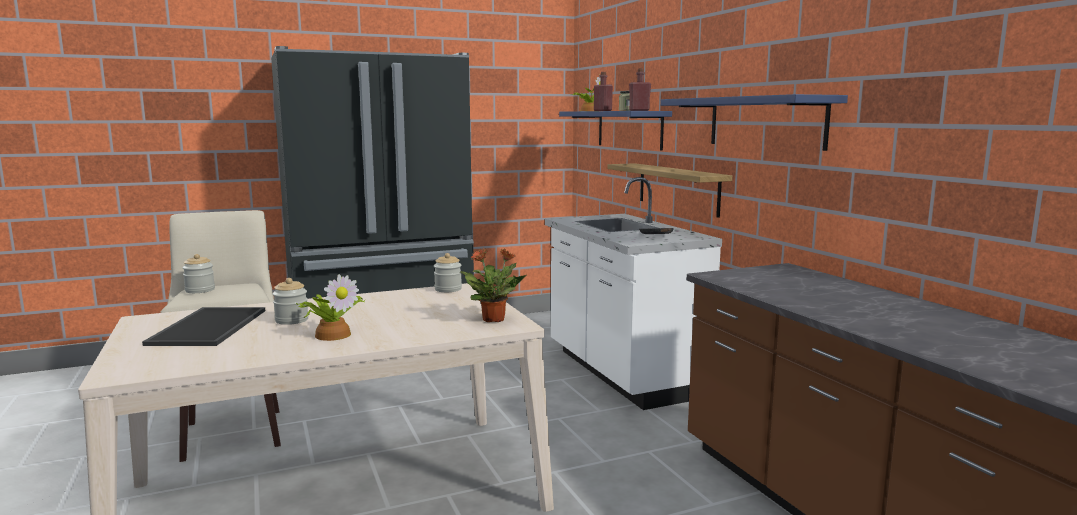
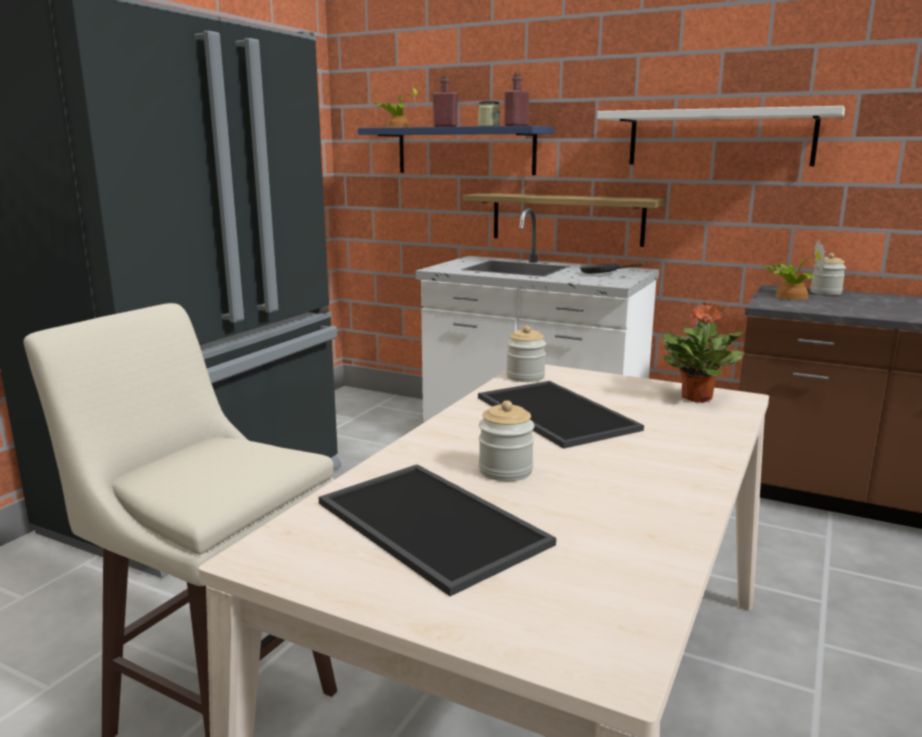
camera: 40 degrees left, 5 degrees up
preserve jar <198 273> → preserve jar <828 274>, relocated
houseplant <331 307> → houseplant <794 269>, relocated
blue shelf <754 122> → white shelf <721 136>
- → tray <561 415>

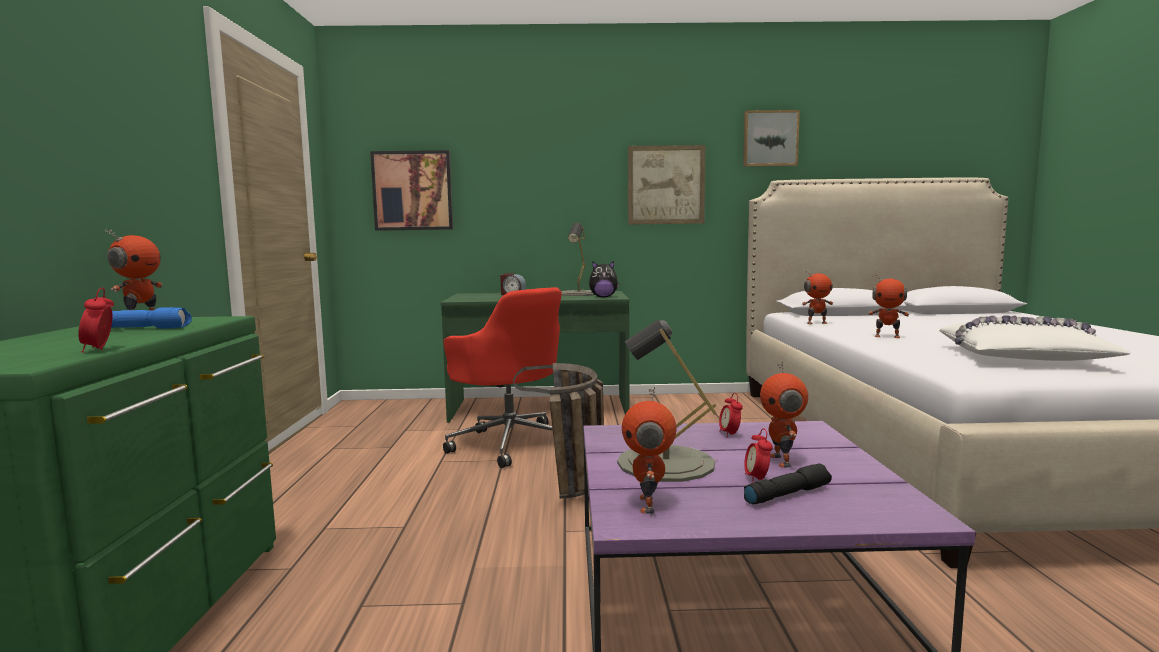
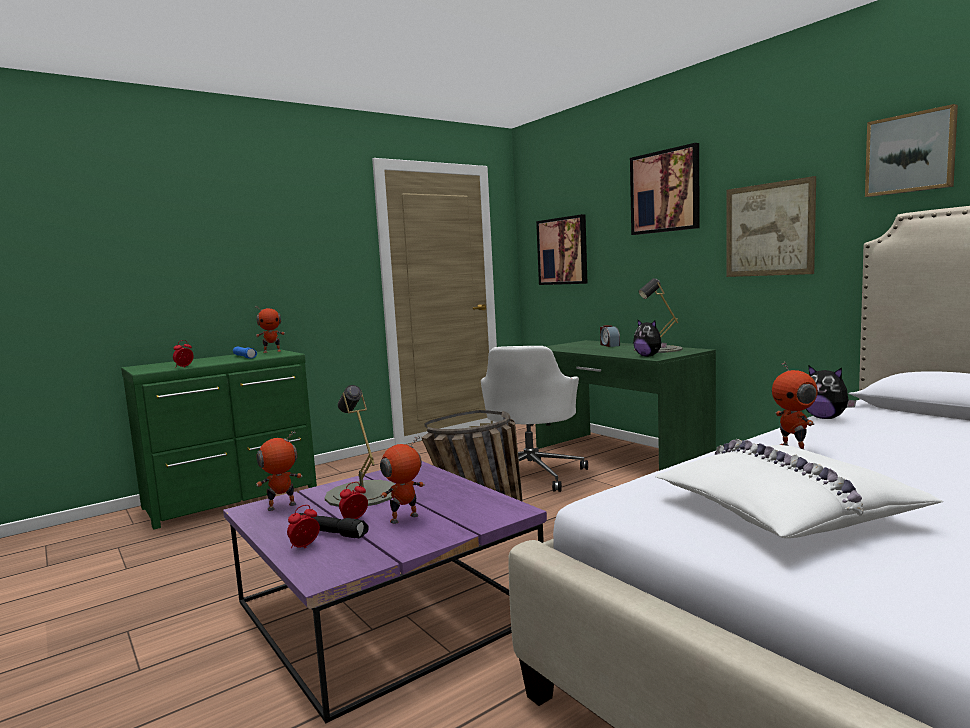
camera: 55 degrees right, 0 degrees up
red computer chair <502 378> → white computer chair <534 419>
alarm clock <731 415> → alarm clock <303 526>, relocated
robot figure <817 297> → plush toy <831 392>
- → wall picture <665 189>

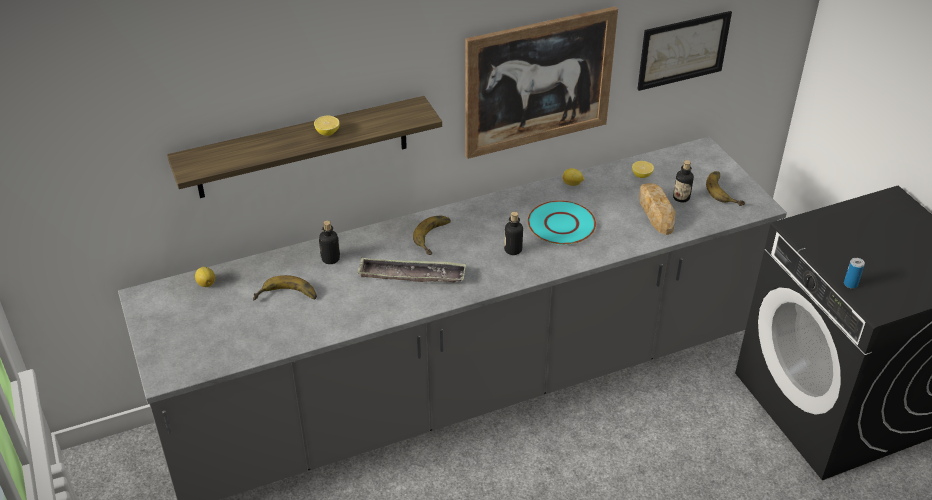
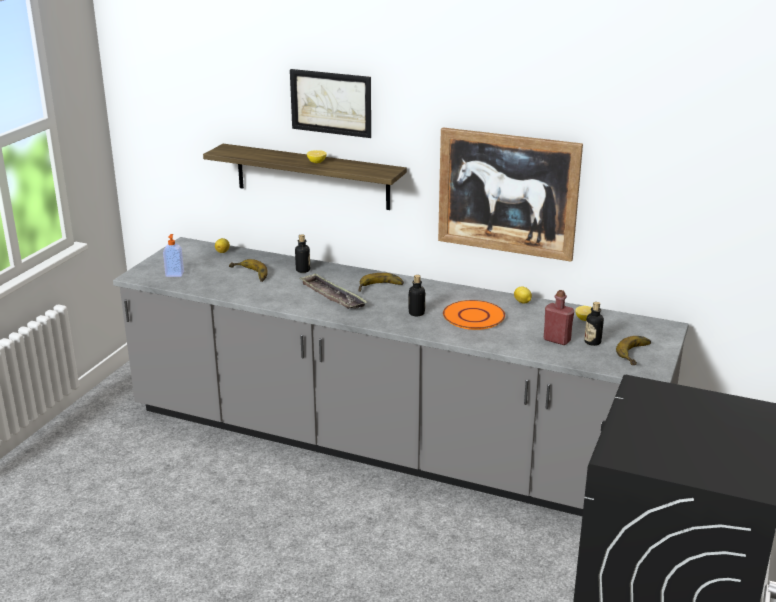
camera: 45 degrees right, 15 degrees down
turquoise-coloured plate <562 222> → orange plate <474 315>
wall picture <684 51> → wall picture <330 103>, relocated
bakery bread <657 209> → red drink bottle <559 317>
sealed can <854 273> → -
- → soap bottle <173 255>

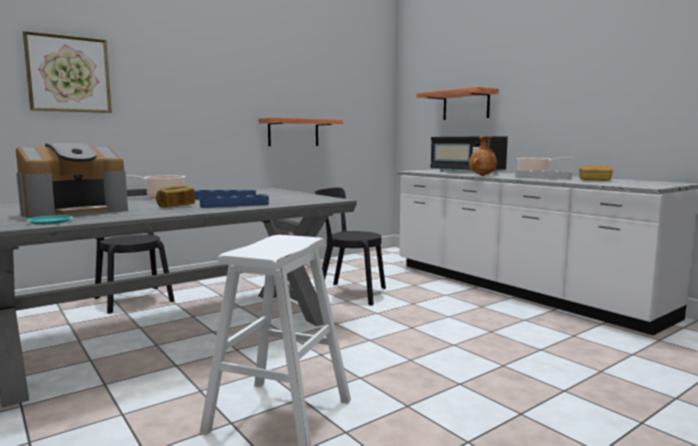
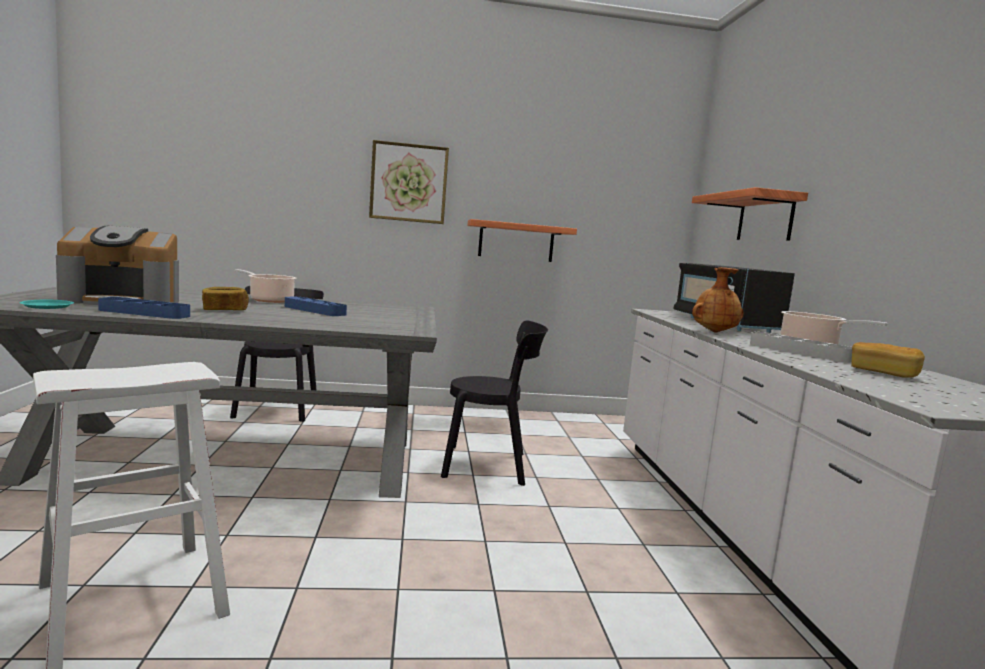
camera: 30 degrees right, 0 degrees up
wall picture <67 72> → wall picture <409 182>, relocated
blue tray <234 201> → blue tray <144 308>, relocated
blackish chair <350 246> → blackish chair <494 403>, 135 degrees clockwise

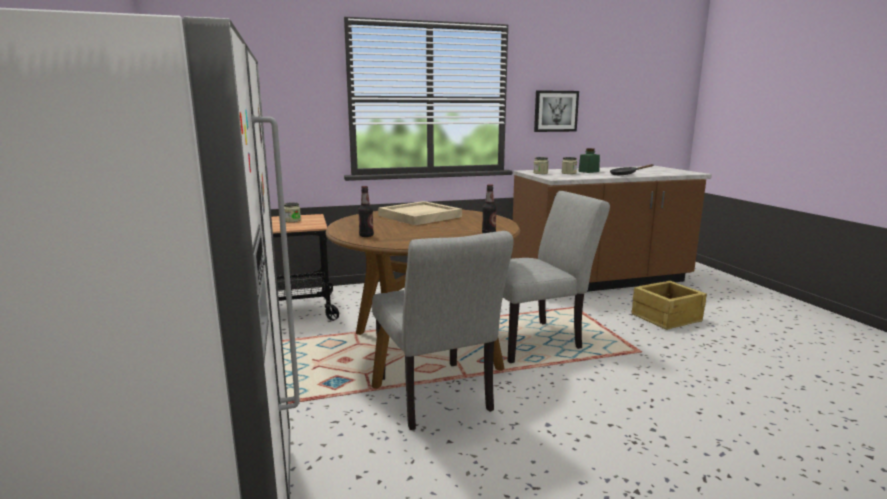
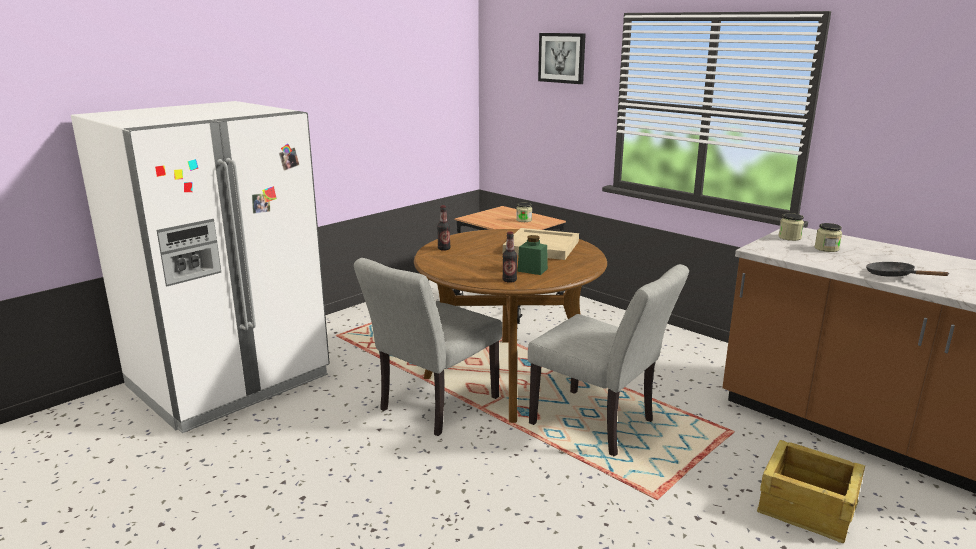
camera: 60 degrees right, 5 degrees up
wall picture <556 111> → wall picture <562 58>, relocated
green-coloured preserve jar <589 160> → green-coloured preserve jar <532 255>, relocated

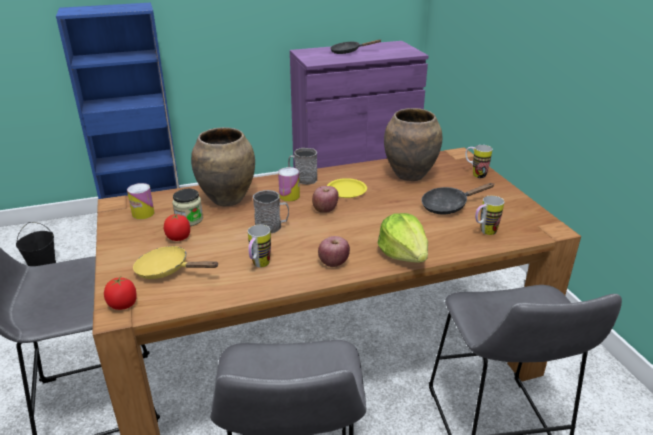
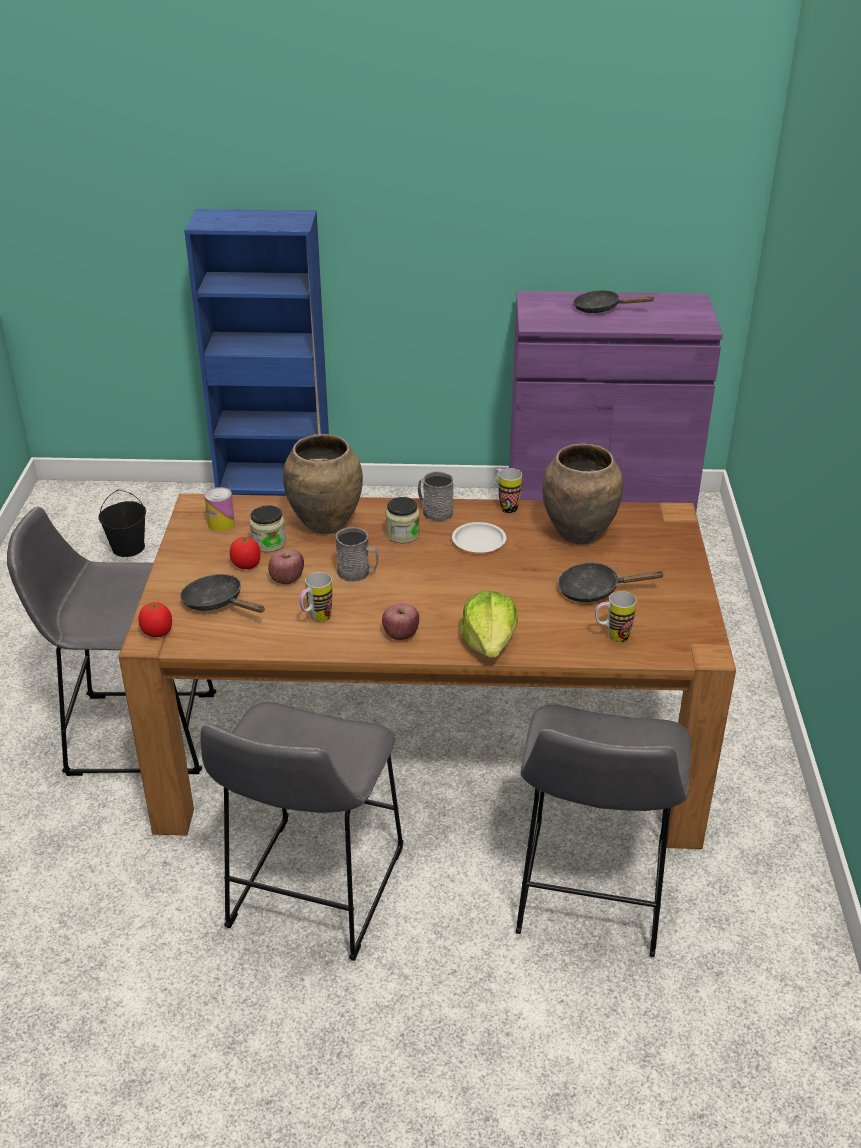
camera: 20 degrees right, 5 degrees up
yellow-coloured pan <176 262> → blackish pan <222 593>
sealed can <289 184> → preserve jar <403 520>
apple <325 199> → apple <286 566>, relocated
yellow-coloured plate <347 188> → white plate <479 537>
mug <479 161> → mug <508 490>, relocated

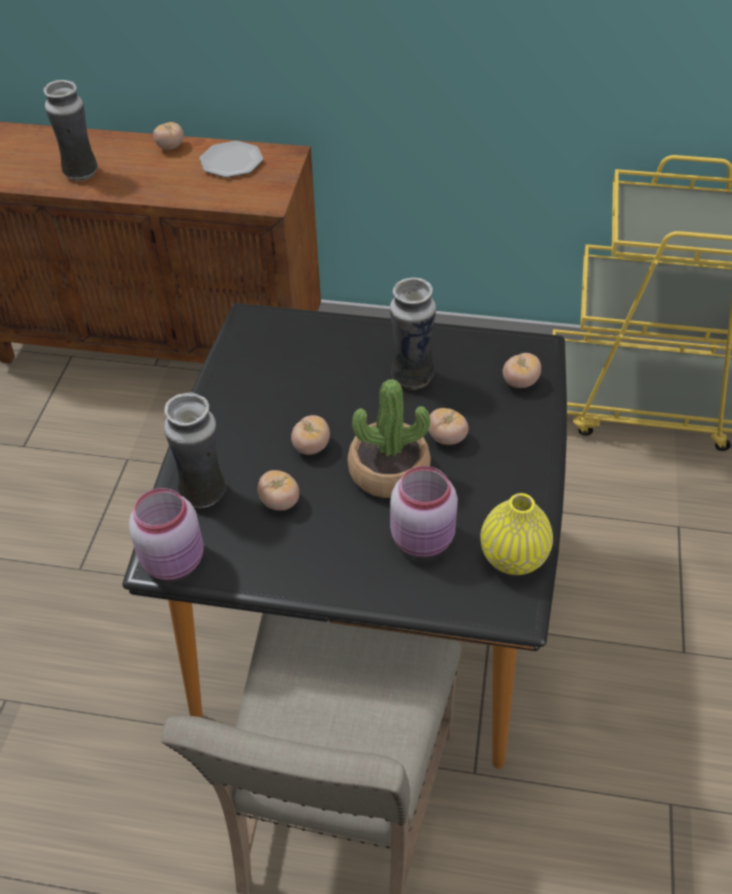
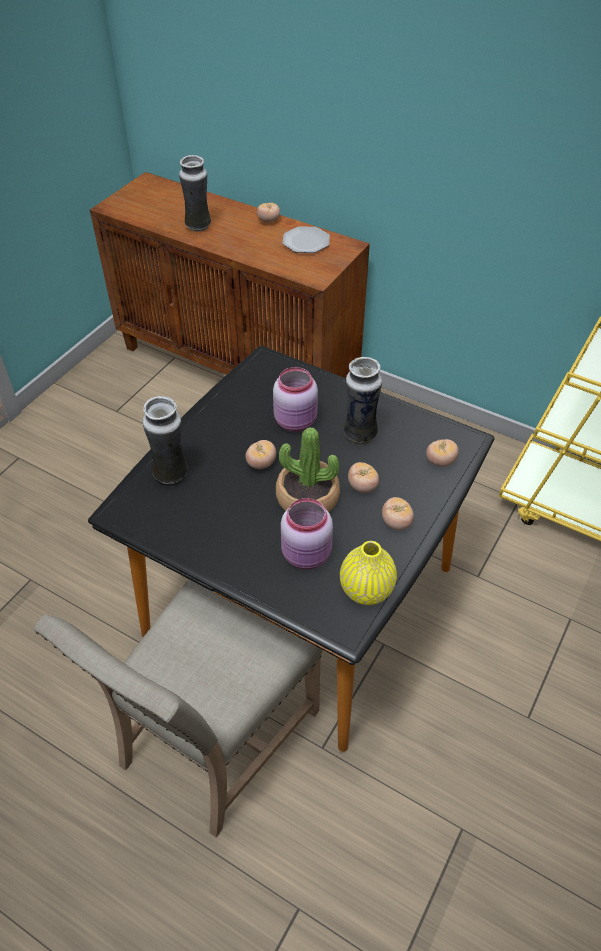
camera: 20 degrees right, 0 degrees up
pinkish preserve jar <166 534> → pinkish preserve jar <295 399>, relocated
tomato <278 490> → tomato <398 513>, relocated

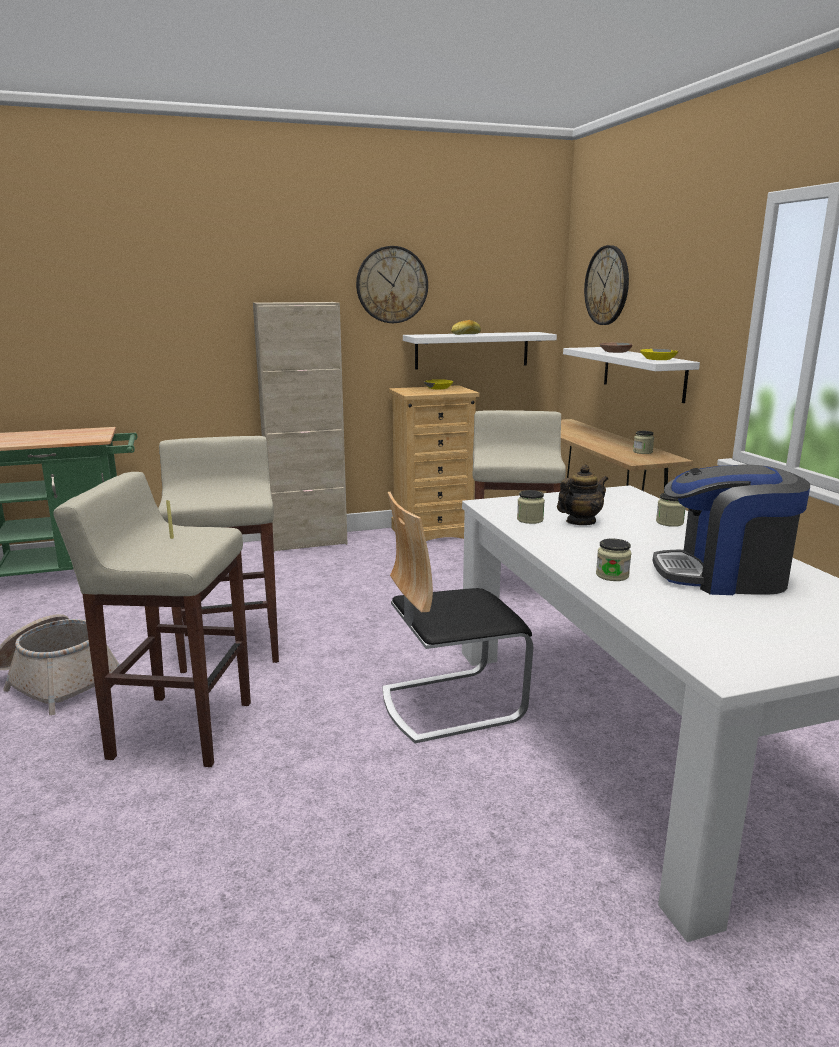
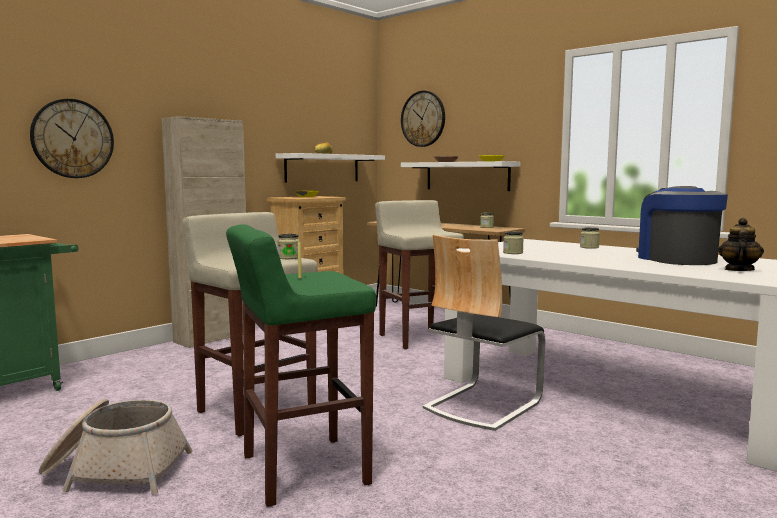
camera: 30 degrees left, 10 degrees down
beige-coloured stool <152 619> → green-coloured stool <301 365>
clock on the wall <392 284> → clock on the wall <72 138>, relocated
teapot <582 495> → teapot <741 244>, relocated
preserve jar <613 559> → preserve jar <289 246>, relocated
coffee brewer <731 529> → coffee brewer <682 225>, 105 degrees clockwise

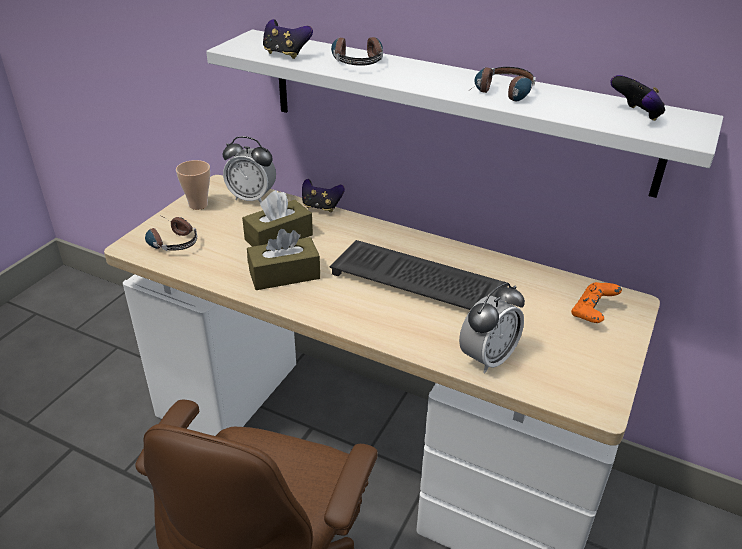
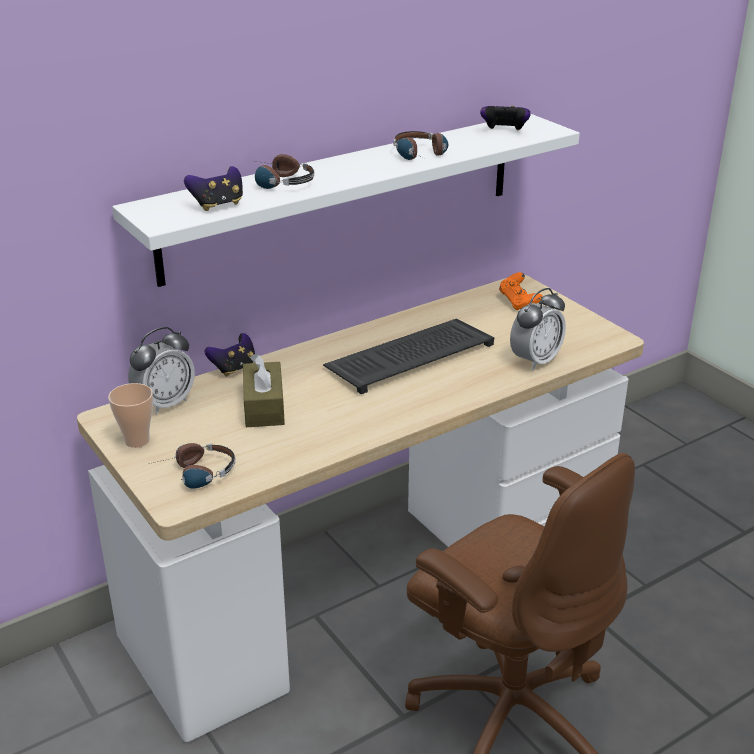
camera: 60 degrees left, 5 degrees down
brown box of tissues <283 259> → -
alarm clock <492 327> → alarm clock <538 329>, 60 degrees clockwise

